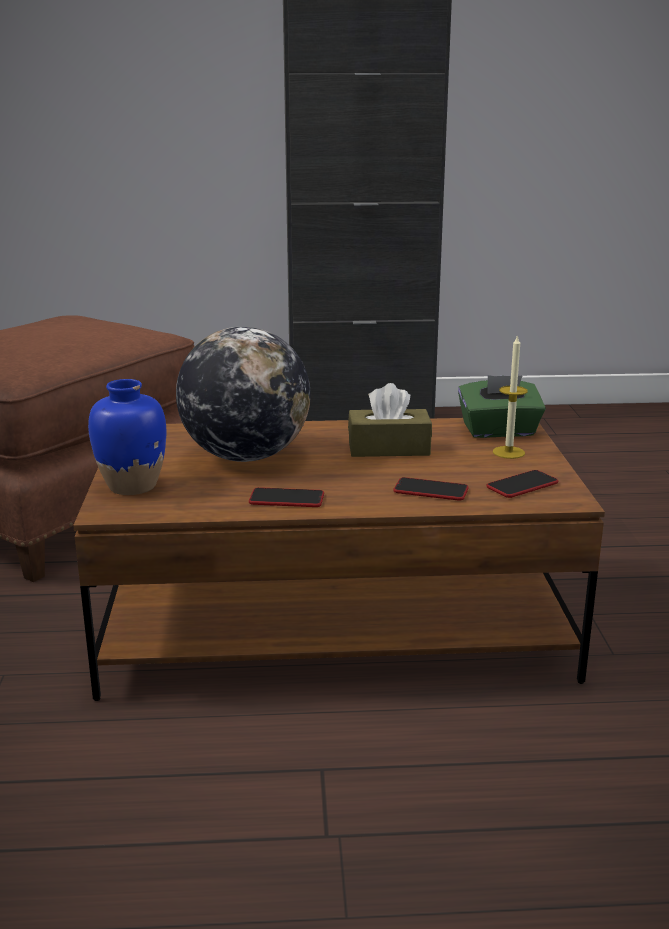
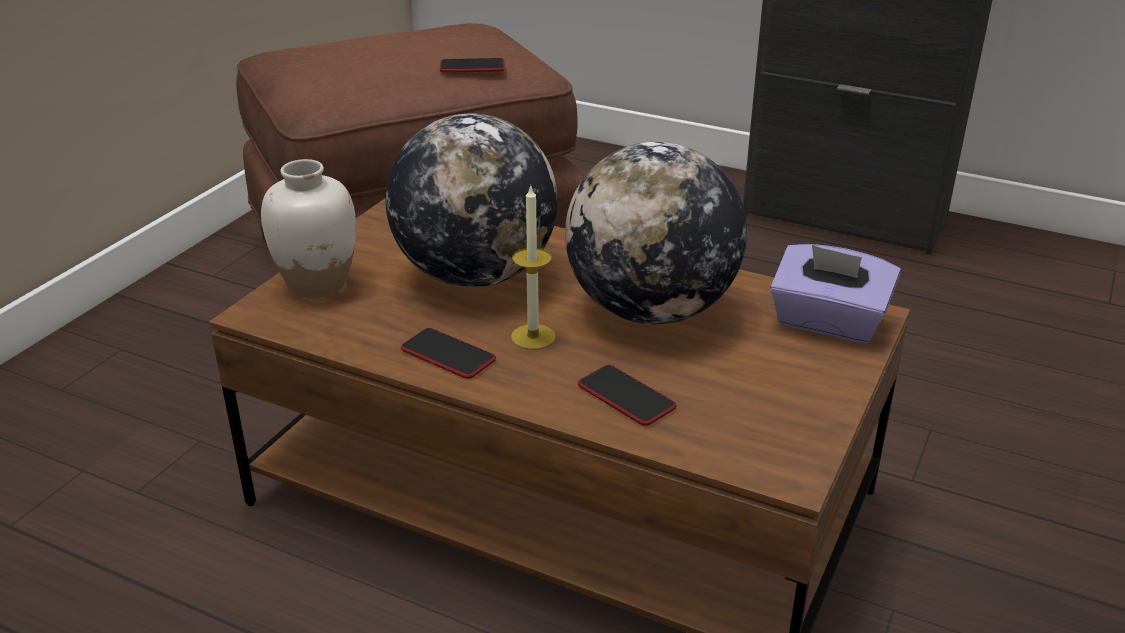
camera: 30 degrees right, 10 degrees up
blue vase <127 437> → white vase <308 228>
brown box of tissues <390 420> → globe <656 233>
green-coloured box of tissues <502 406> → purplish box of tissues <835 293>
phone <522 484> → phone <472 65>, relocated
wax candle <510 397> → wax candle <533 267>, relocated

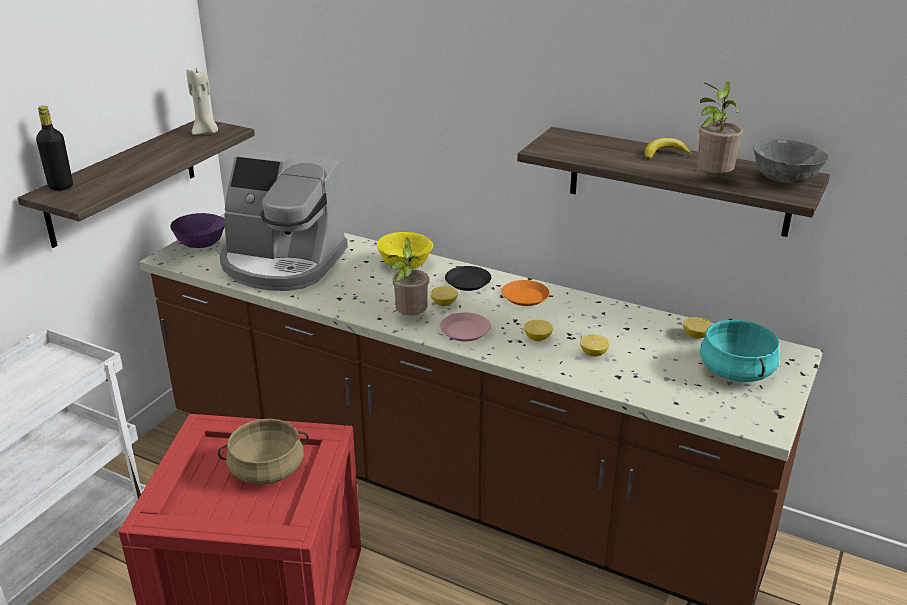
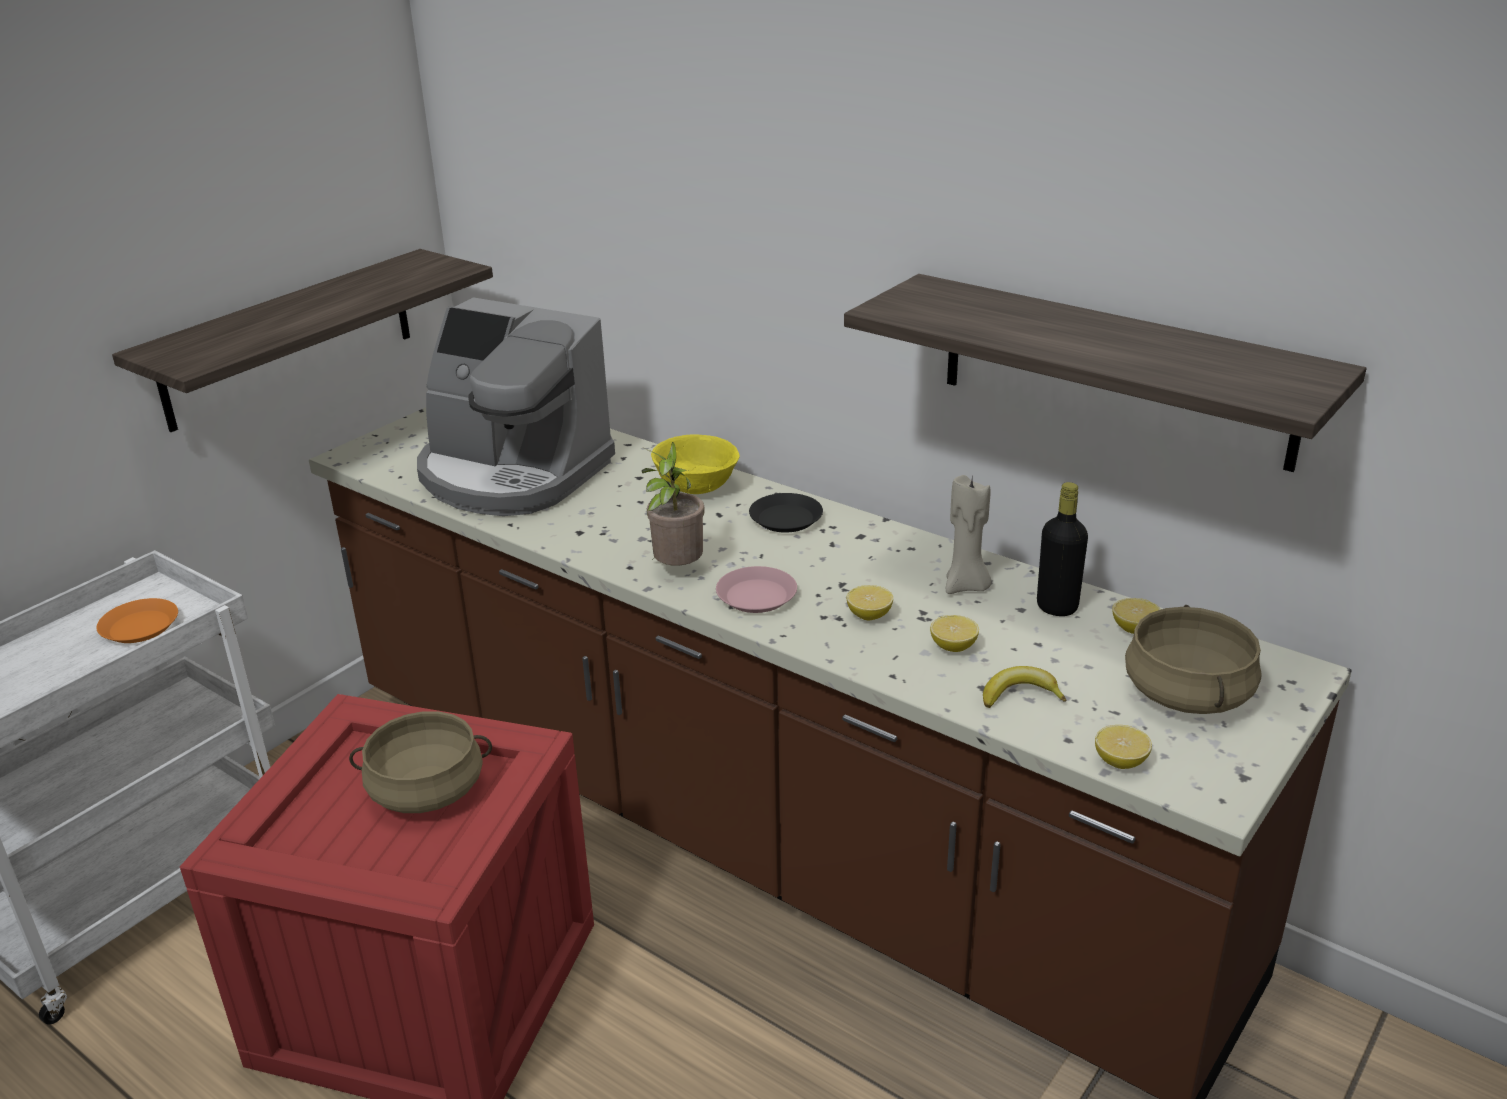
camera: 10 degrees right, 0 degrees up
blackish drink bottle <54 148> → blackish drink bottle <1062 549>, relocated
purplish deep dish <197 230> → -
beige-coloured wax candle <202 101> → beige-coloured wax candle <968 534>, relocated
citrus fruit <444 296> → citrus fruit <1123 747>, relocated
orange plate <526 293> → orange plate <137 620>, relocated
banana <668 149> → banana <1024 687>, relocated
houseplant <718 128> → -
turquoise-coloured saucepot <740 350> → beige-coloured saucepot <1193 659>
greyish deep dish <791 161> → -

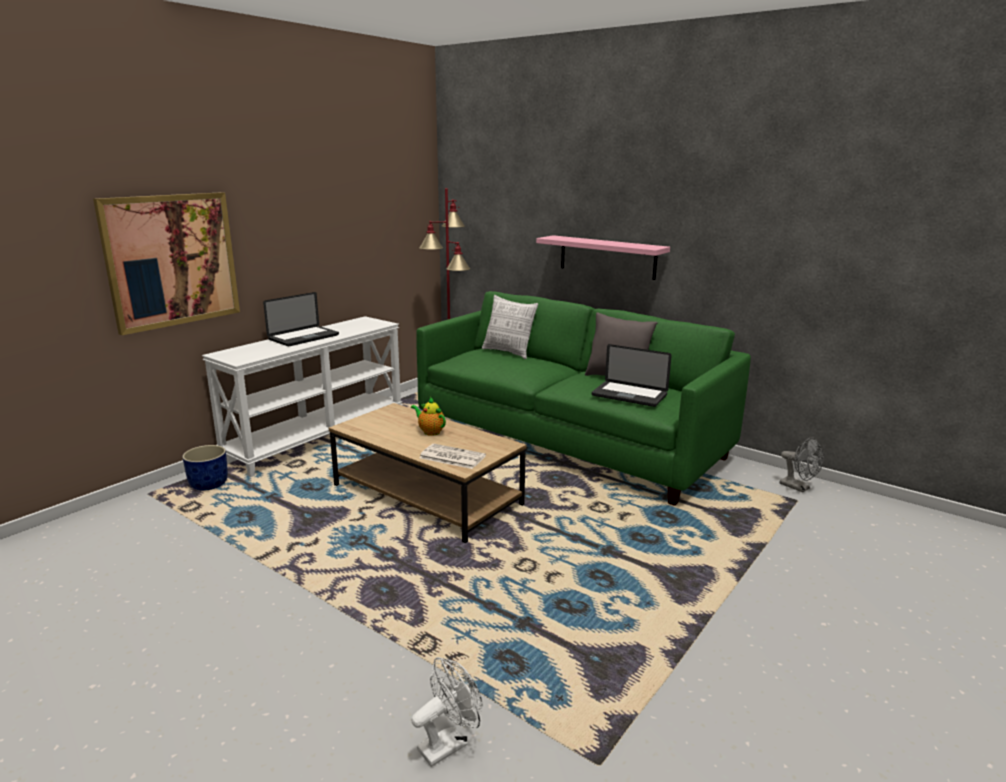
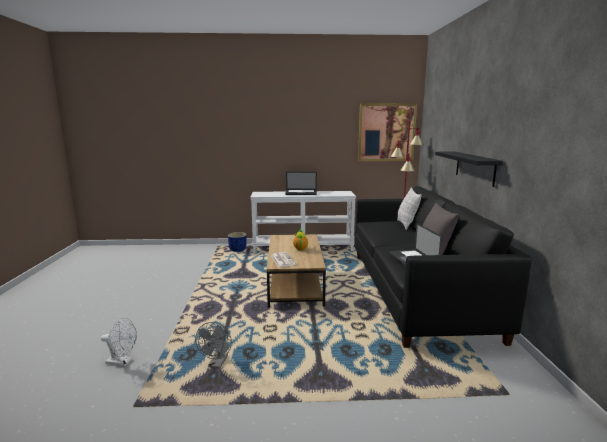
camera: 50 degrees right, 5 degrees down
wall picture <166 263> → wall picture <387 132>, relocated
green-coloured sofa <583 398> → blackish sofa <443 267>
pinkish shelf <603 257> → blackish shelf <469 169>
greyish cooling fan <802 465> → greyish cooling fan <213 345>, relocated

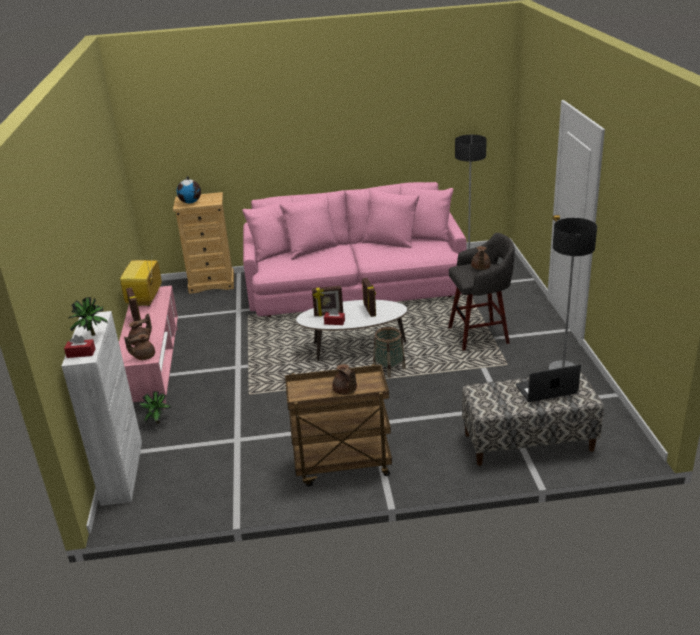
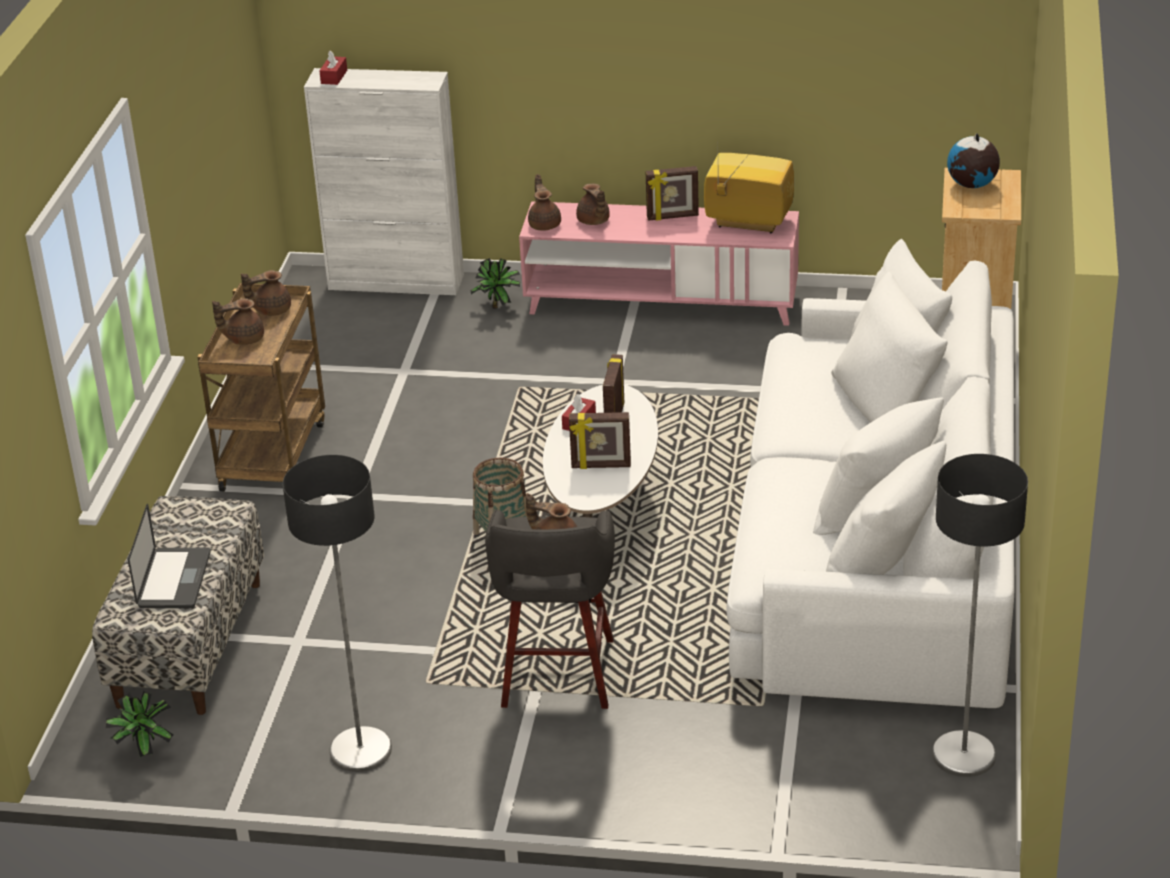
camera: 105 degrees right, 5 degrees up
houseplant <88 316> → houseplant <140 724>, relocated
pinkish sofa <354 249> → white sofa <870 473>
- → brown teapot <266 293>

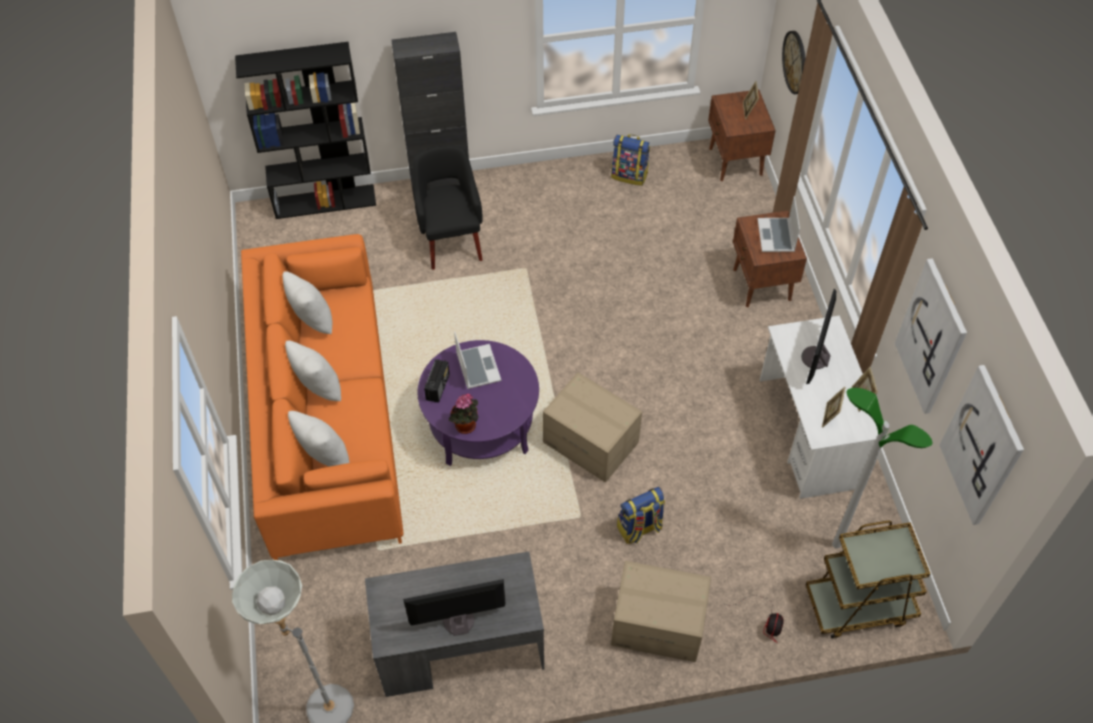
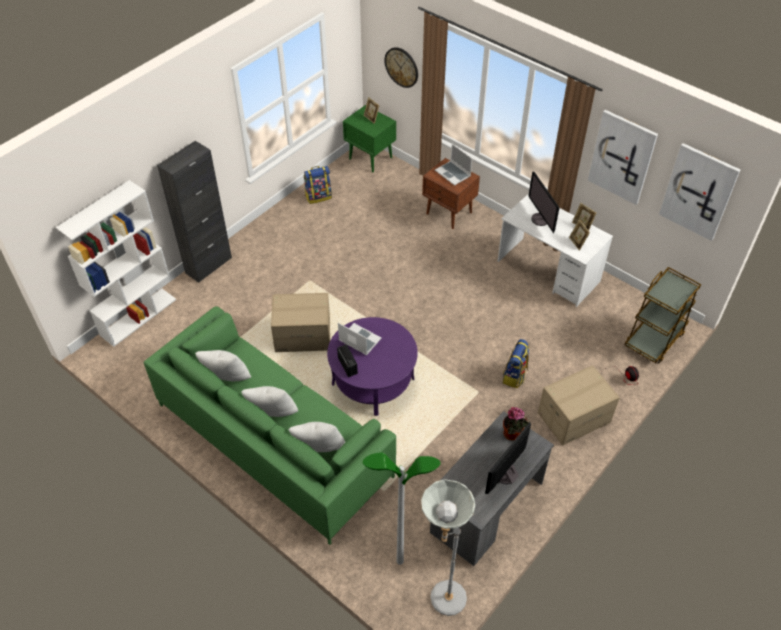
camera: 40 degrees left, 5 degrees down
blackish bookshelf <305 130> → white bookshelf <116 263>
orange sofa <322 397> → green-coloured sofa <270 425>
blackish armchair <447 207> → -
houseplant <463 414> → houseplant <515 424>, relocated
cardboard box <592 427> → cardboard box <300 322>, relocated
brown night table <742 135> → green-coloured night table <369 138>
standard lamp <882 468> → standard lamp <402 508>, relocated

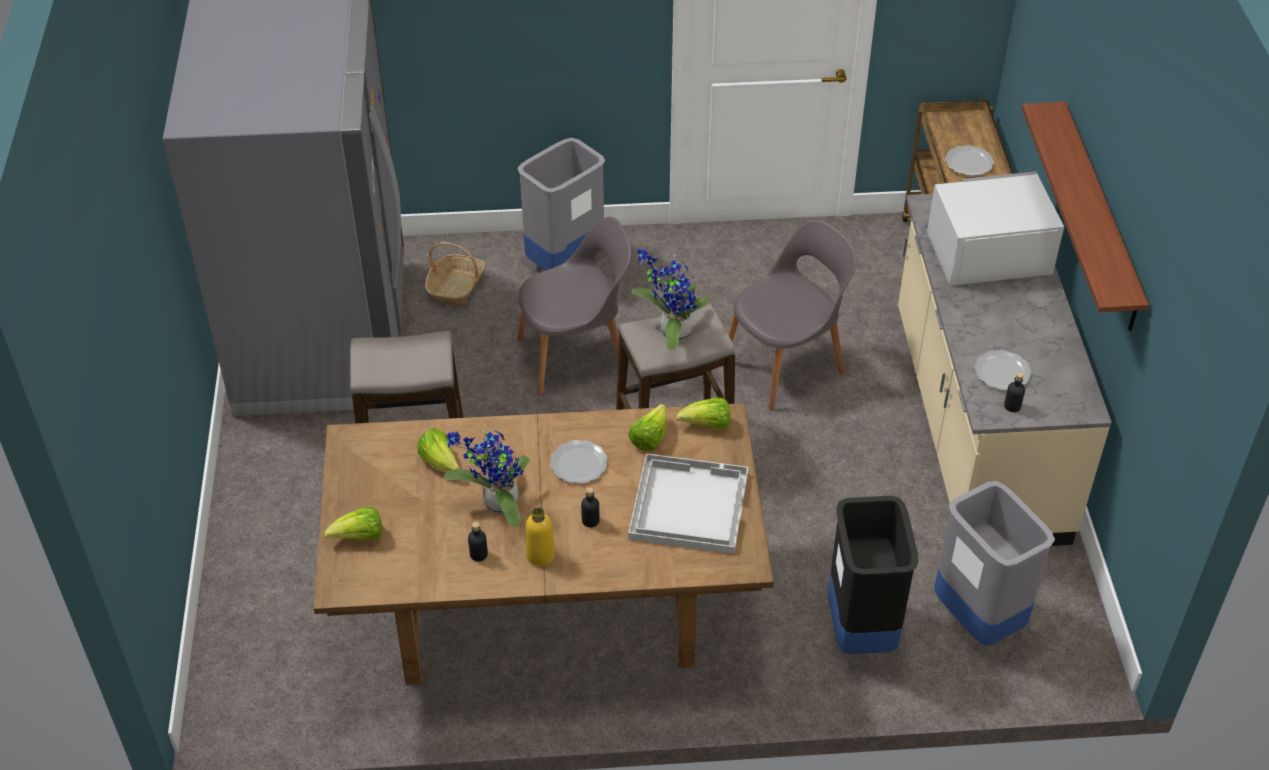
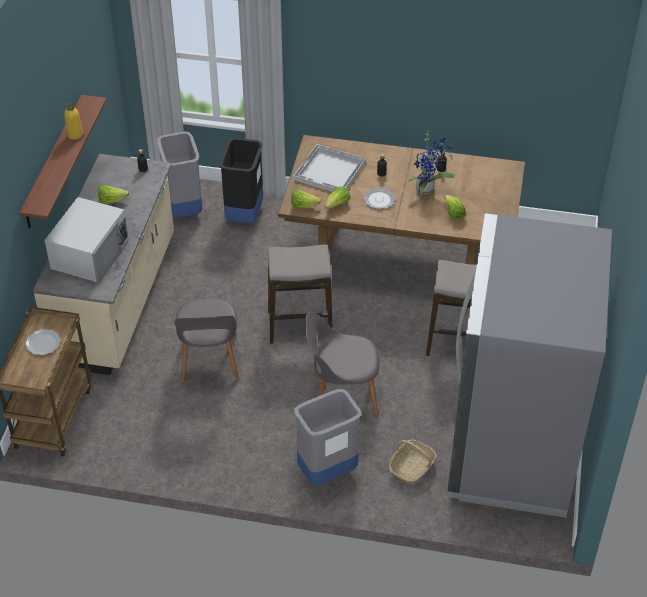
camera: 165 degrees left, 0 degrees up
head of lettuce <353 523> → head of lettuce <113 194>, relocated
yellow-coloured drink bottle <540 536> → yellow-coloured drink bottle <73 121>, relocated
houseplant <671 299> → -
greyish chair <792 315> → greyish chair <207 340>, 75 degrees counterclockwise
white microwave <995 228> → white microwave <86 240>, 75 degrees counterclockwise
plate <1002 370> → -

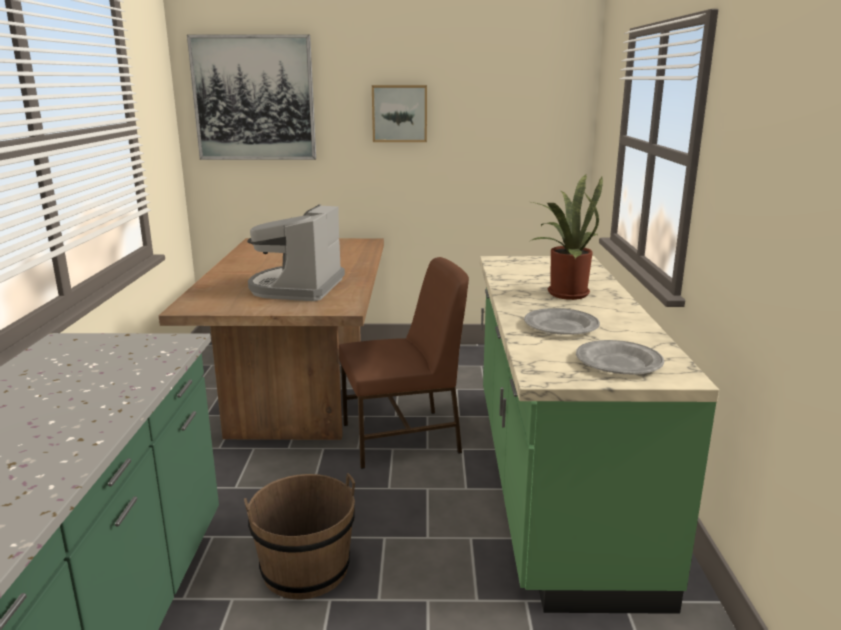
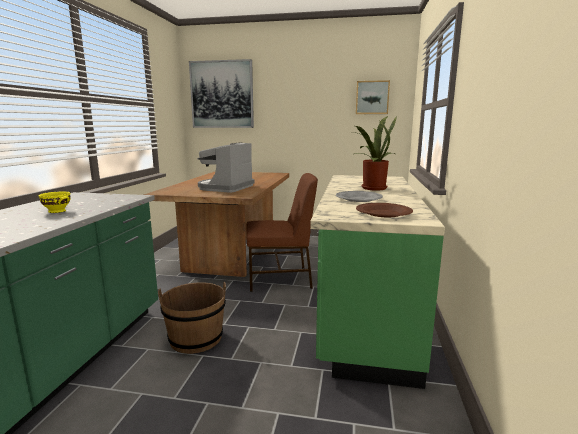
camera: 10 degrees right, 5 degrees down
wall picture <399 113> → wall picture <373 97>, relocated
greyish plate <620 357> → brown plate <384 210>
- → yellow-coloured deep dish <54 202>

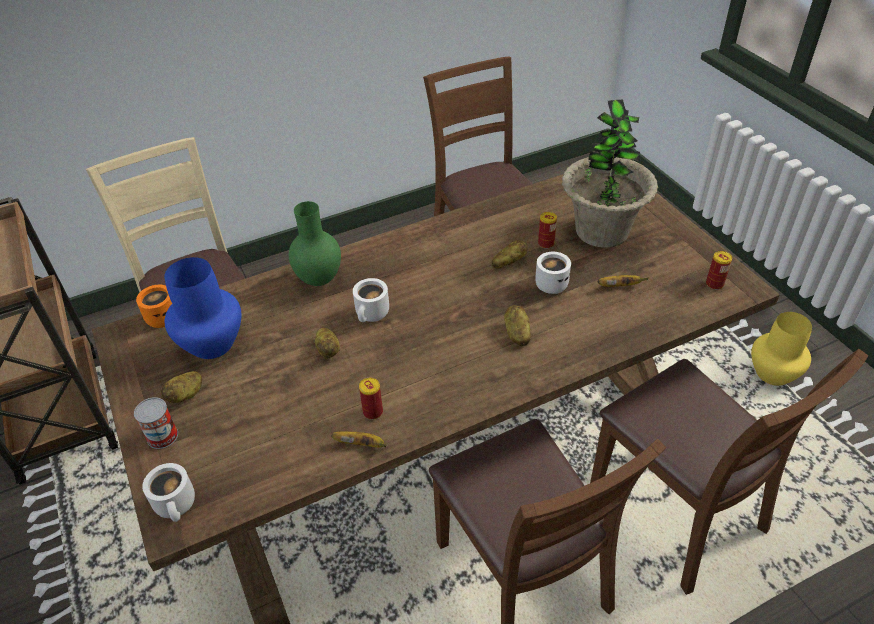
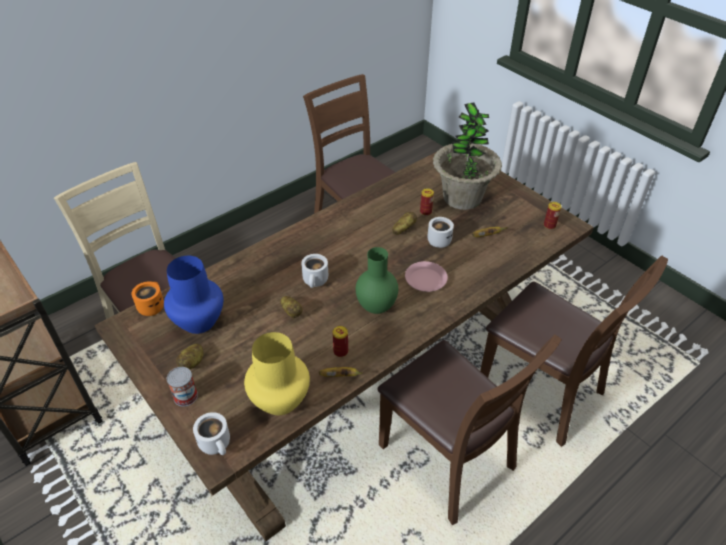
camera: 15 degrees left, 0 degrees up
green-coloured vase <315 243> → green-coloured vase <377 280>, relocated
potato <517 325> → pinkish plate <426 276>
yellow-coloured vase <781 349> → yellow-coloured vase <277 373>, relocated

